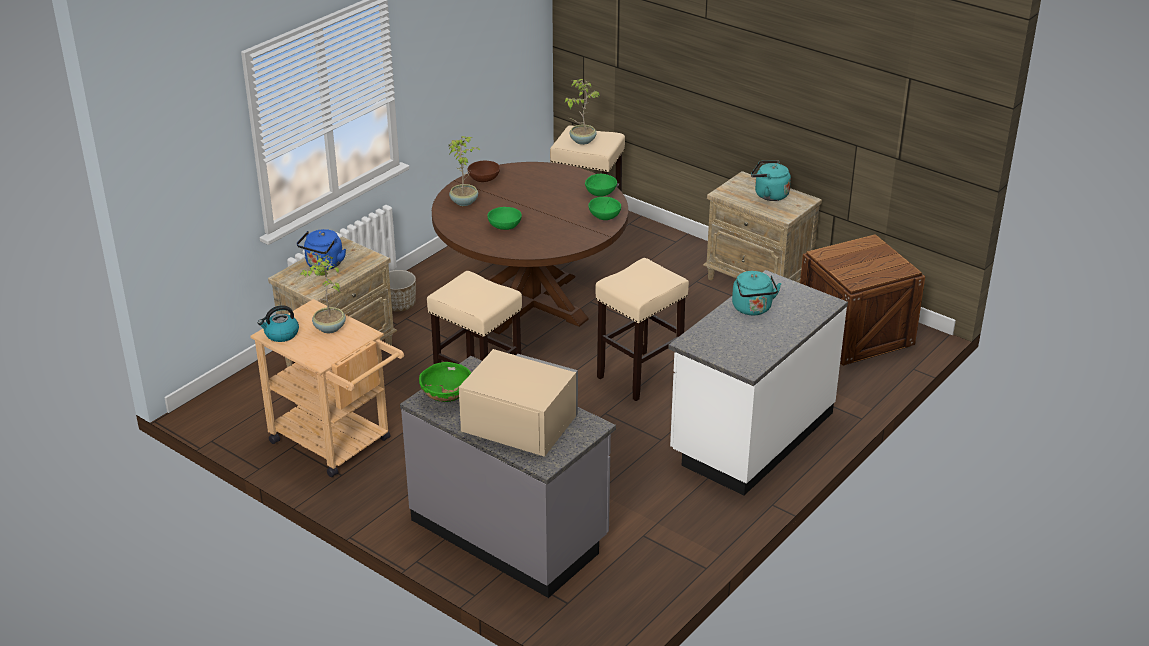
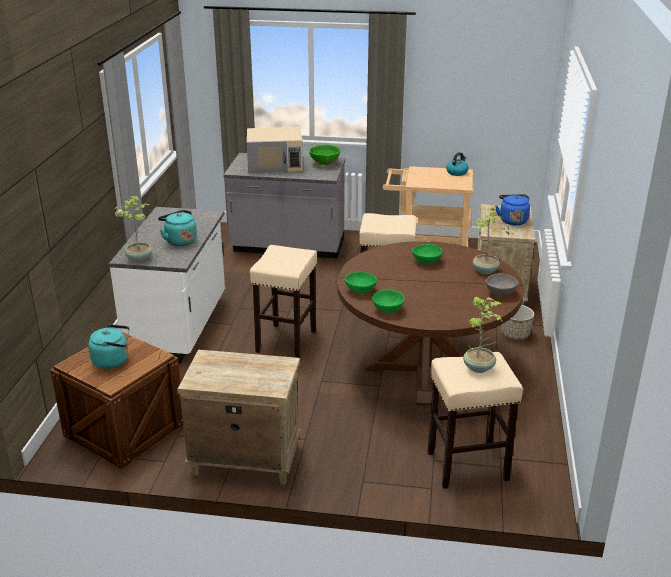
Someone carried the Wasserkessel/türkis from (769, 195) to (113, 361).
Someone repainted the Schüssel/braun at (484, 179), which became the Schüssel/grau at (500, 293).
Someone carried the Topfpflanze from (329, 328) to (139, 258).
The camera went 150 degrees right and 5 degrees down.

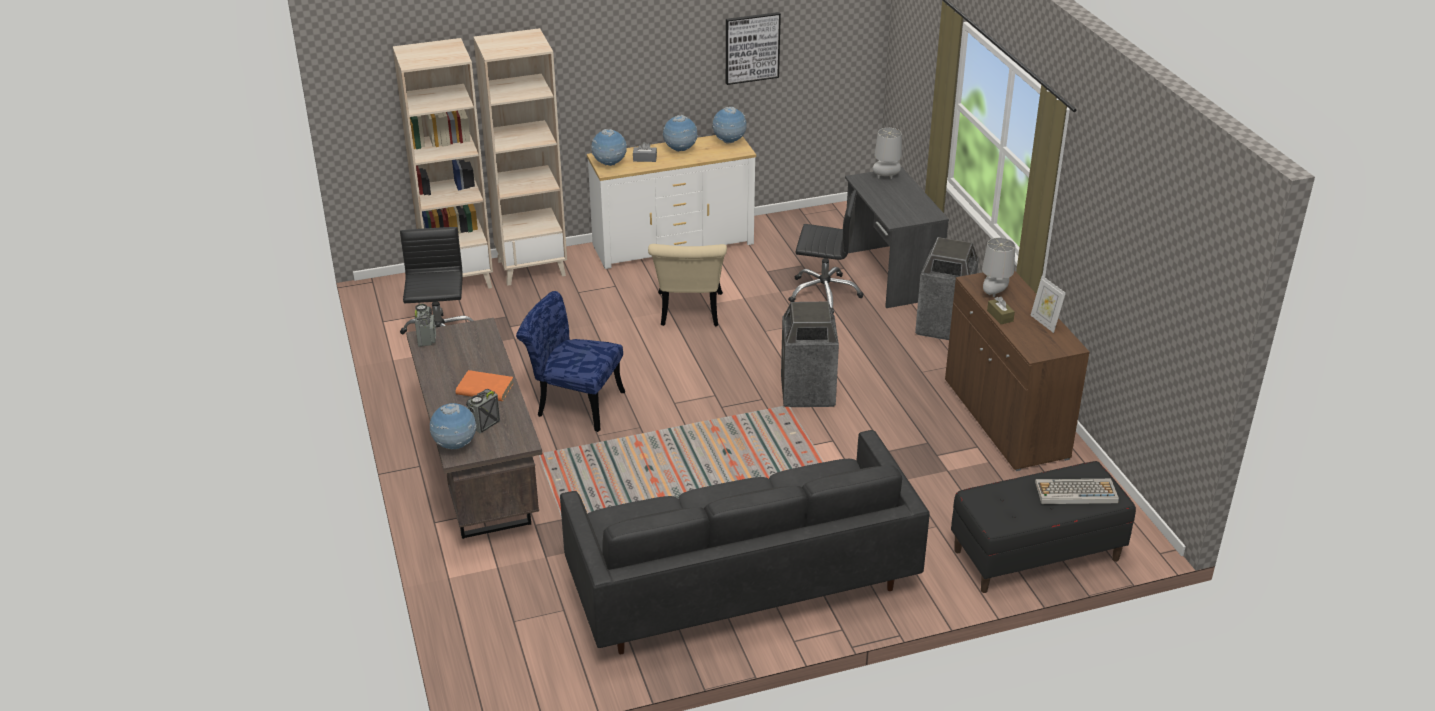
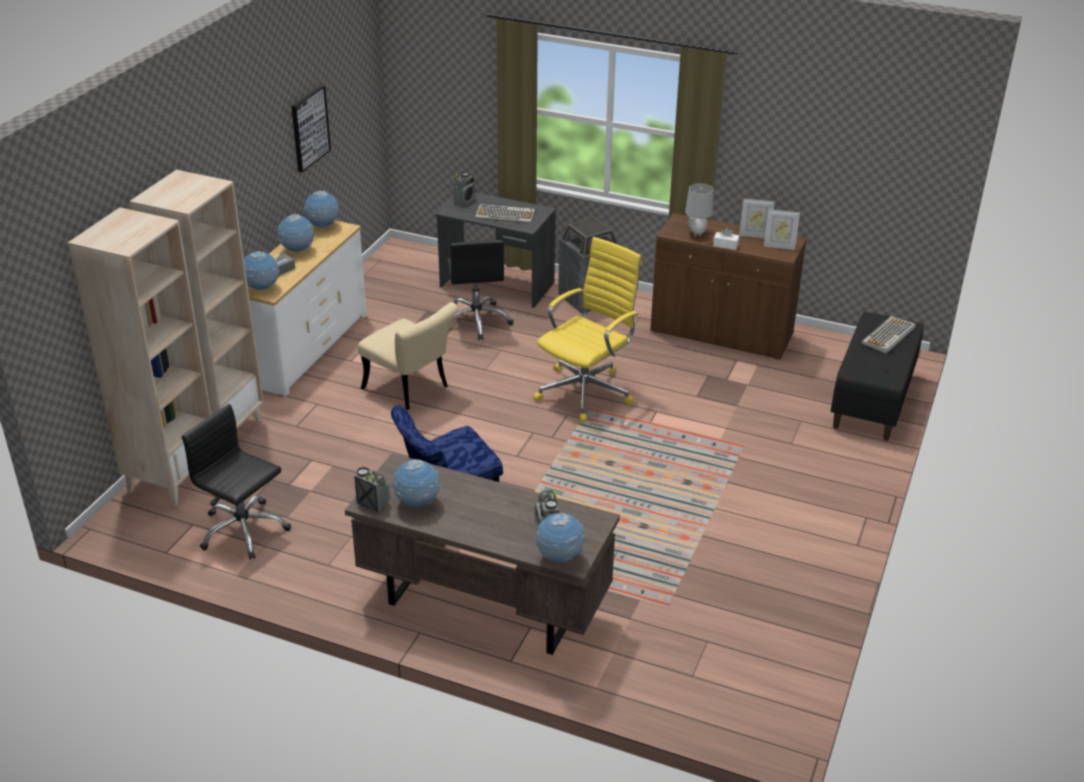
Someone swapped the Tischlampe/grau at (886, 177) for the Radio at (464, 201).
Someone rotated the Bürostuhl/schwarz at (824, 293) by 120 degrees clockwise.
Someone repainted the Taschentuchbox/braun at (1000, 316), which became the Taschentuchbox/weiß at (725, 245).
Someone swapped the Mülleimer at (808, 392) for the Bürostuhl/gelb at (587, 391).
Someone took away the Buch/orange at (484, 389).
Someone took away the Sofa/schwarz at (740, 584).
Someone put down the Tastatur at (506, 215).
Someone put down the Bilderrahmen at (779, 246).
Someone put down the Globus at (417, 503).
The camera went 50 degrees left and 0 degrees up.

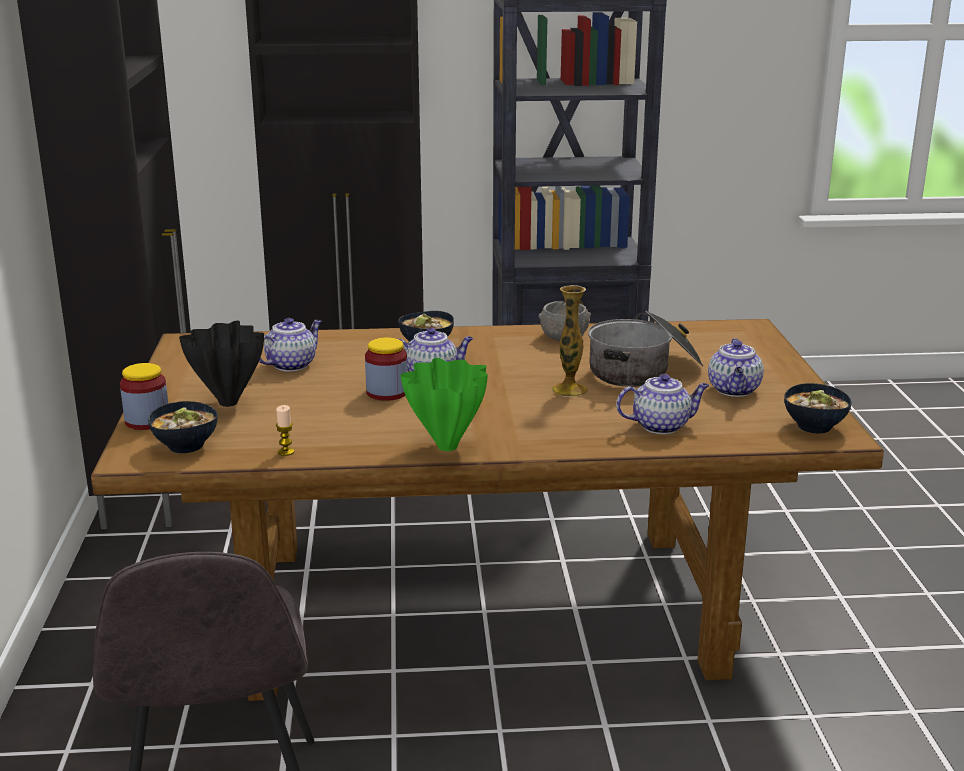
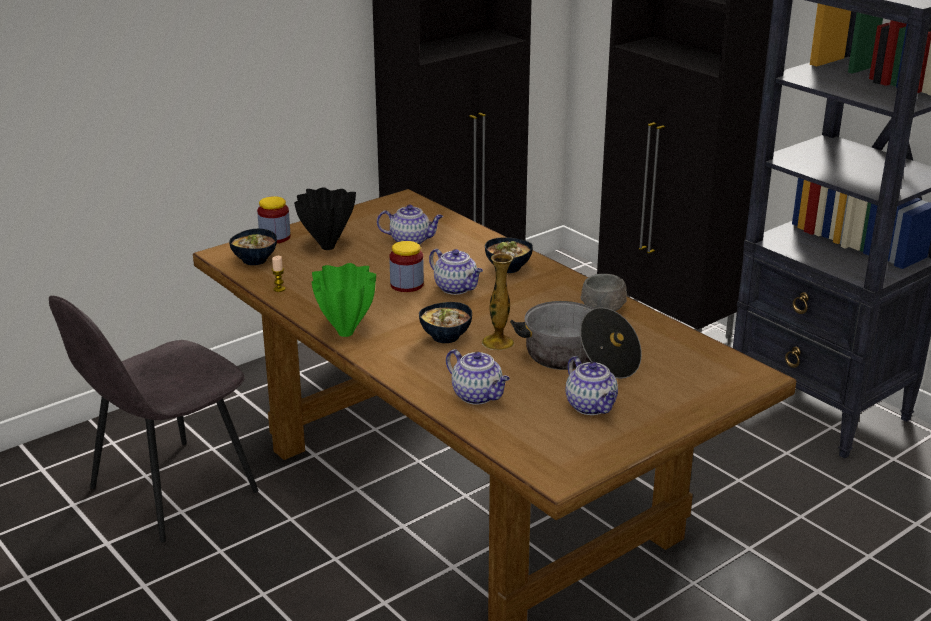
Someone rotated the Teekanne at (734, 390) by 90 degrees counterclockwise.
Someone carried the Schüssel from (815, 426) to (446, 337).
The camera went 55 degrees right and 5 degrees up.

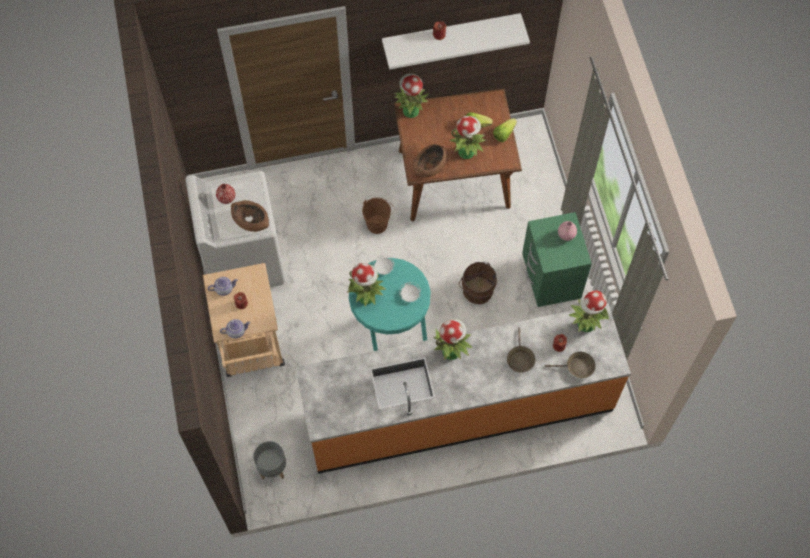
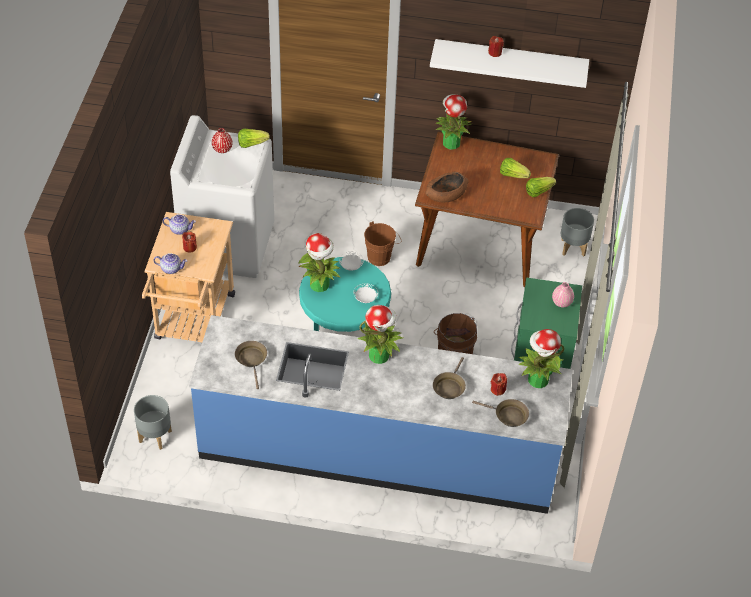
Someone took away the Topfpflanze at (467, 151).
Someone took away the Schüssel/braun at (250, 220).
Someone repainted the Küchenzeile/orange at (458, 409), which became the Küchenzeile/blau at (378, 451).
Someone put down the Salatkopf at (251, 143).
Someone put down the Pflanzkübel/grau at (573, 247).
Someone put down the Pfanne/braun at (252, 360).
The camera went 20 degrees right and 15 degrees down.

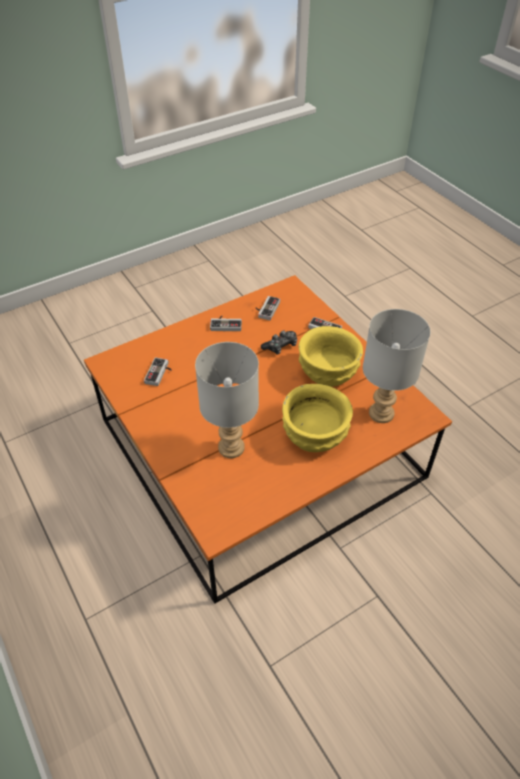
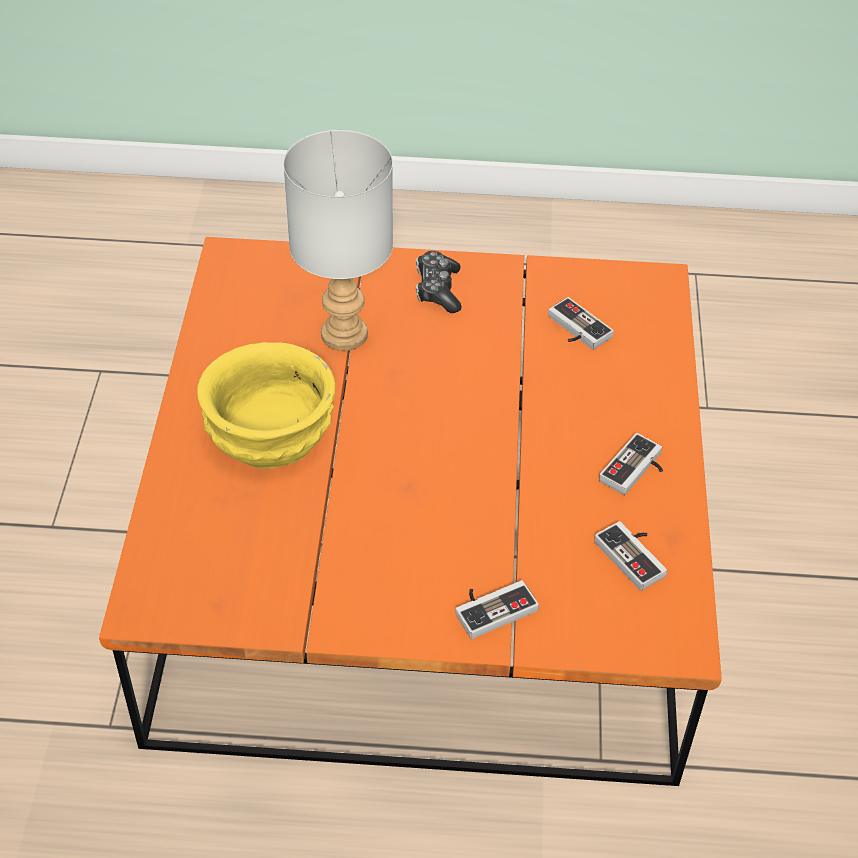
Someone took away the Tischlampe/grau at (381, 414).
Someone took away the Schüssel/gelb at (327, 371).
Someone carried the Gamepad from (280, 346) to (438, 290).
The camera went 125 degrees right and 0 degrees up.

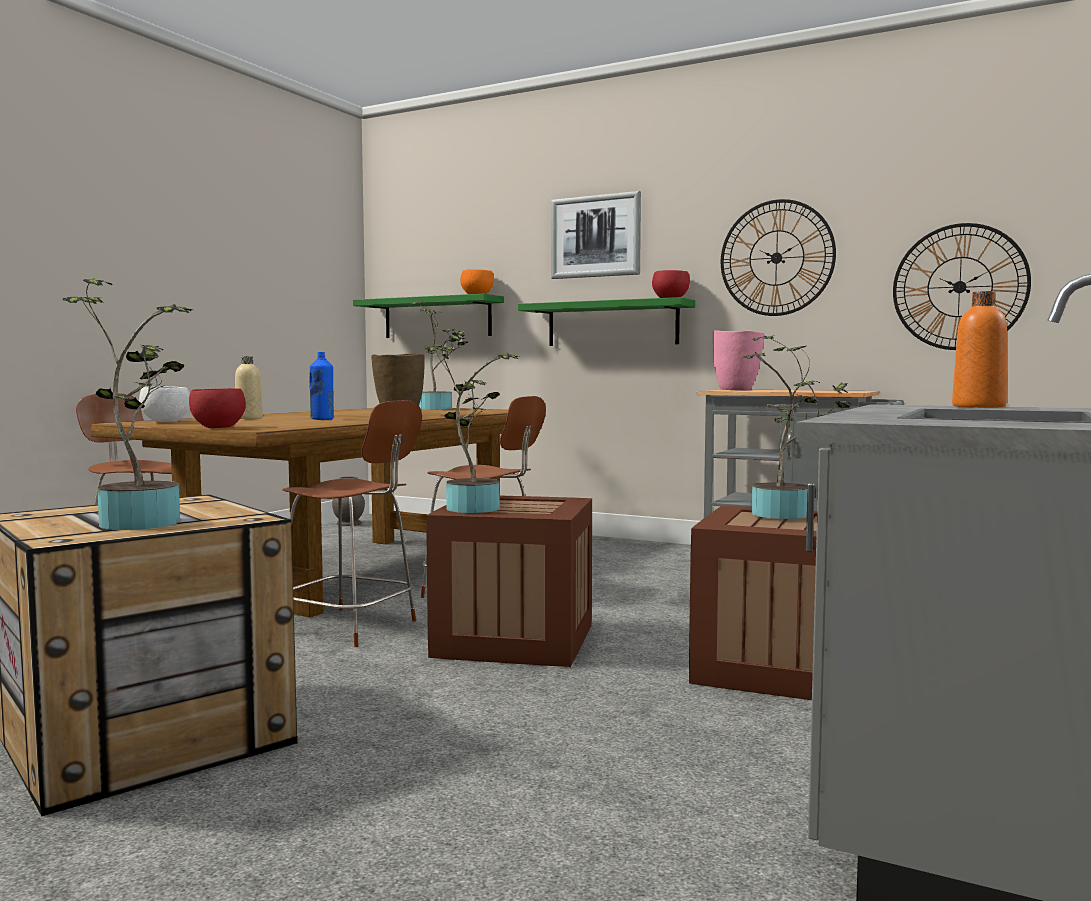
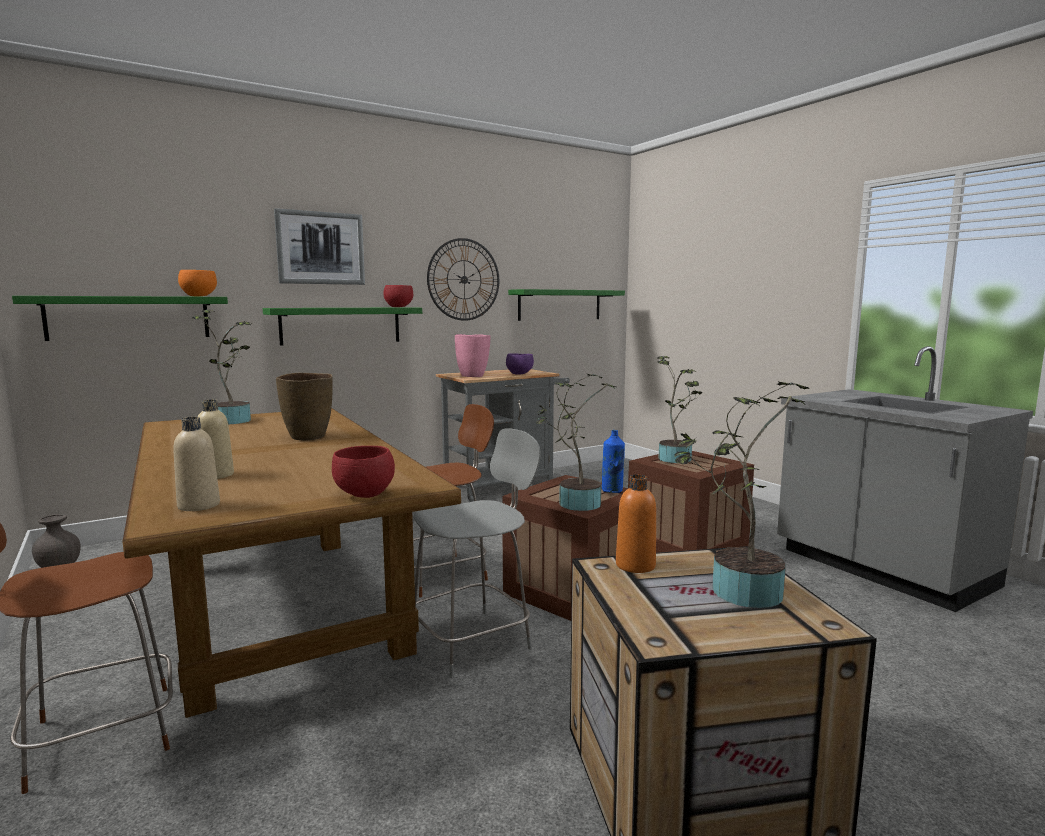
Someone swapped the Wanduhr at (959, 287) for the Wandregal/grün at (560, 305).
Someone carried the Flasche/orange from (978, 406) to (635, 565).
Someone carried the Flasche/blau from (322, 419) to (612, 491).
Someone swapped the Schüssel/weiß at (167, 421) for the Flasche/beige at (199, 506).
Someone repainted the Stuhl/braun at (352, 628), which became the Stuhl/grau at (474, 641).
Someone put down the Schüssel/lila at (519, 374).
The camera went 60 degrees left and 5 degrees up.

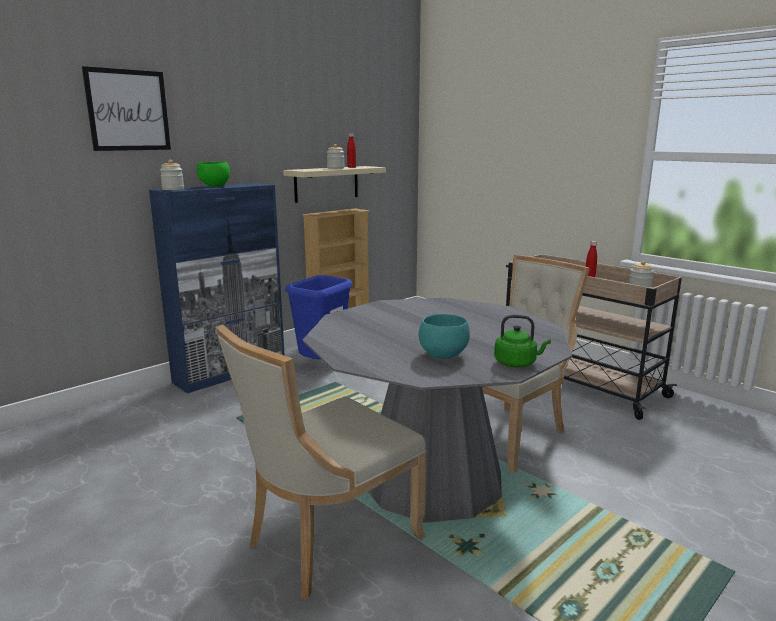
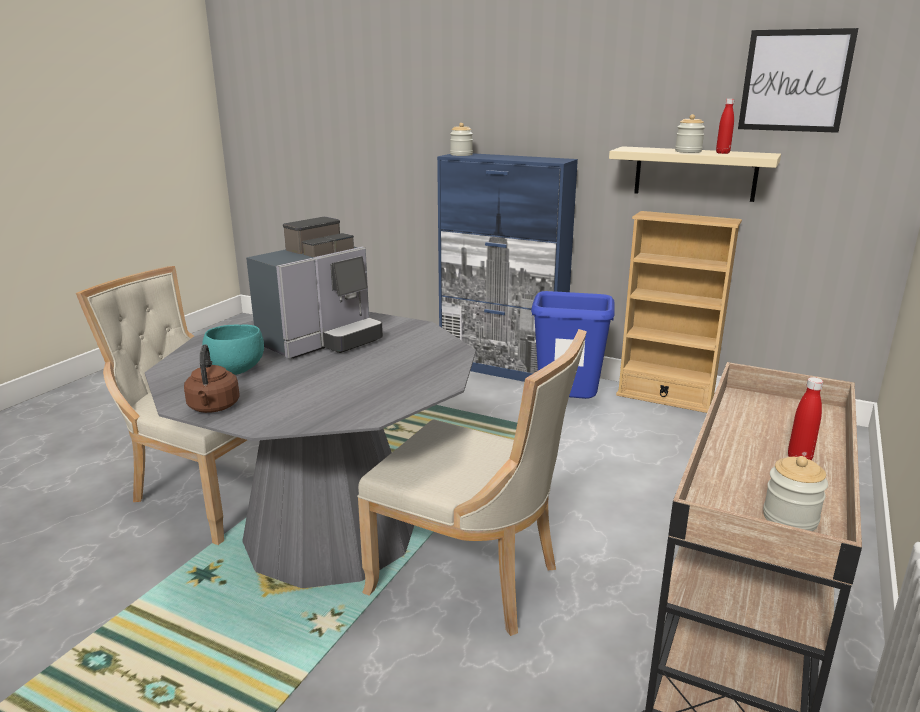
Someone carried the Bild from (128, 110) to (795, 81).
Someone took away the Schüssel/grün at (215, 186).
Someone repainted the Wasserkessel/grün at (517, 363), which became the Wasserkessel/braun at (213, 407).
Someone put down the Kaffeemaschine at (322, 341).
The camera went 70 degrees right and 5 degrees up.

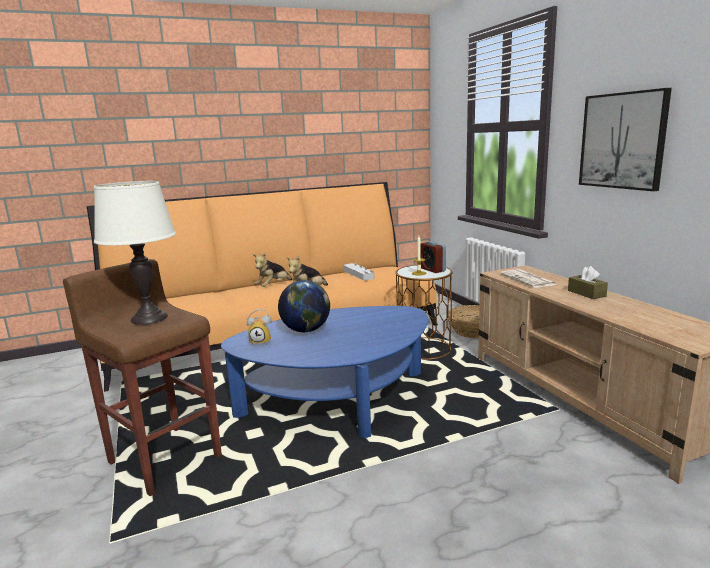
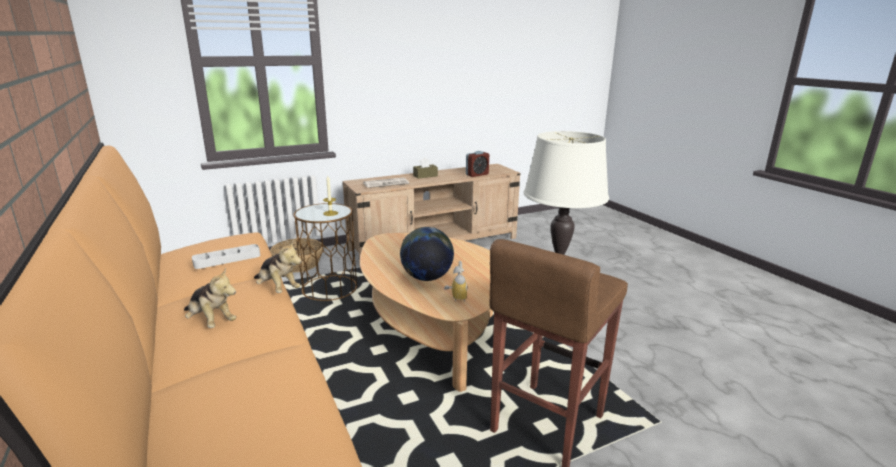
Someone took away the Bild at (622, 141).
Someone carried the Wecker from (432, 270) to (477, 174).
Someone repainted the Couchtisch/blau at (338, 401), which became the Couchtisch/beige at (431, 330).
The camera went 95 degrees left and 5 degrees up.

